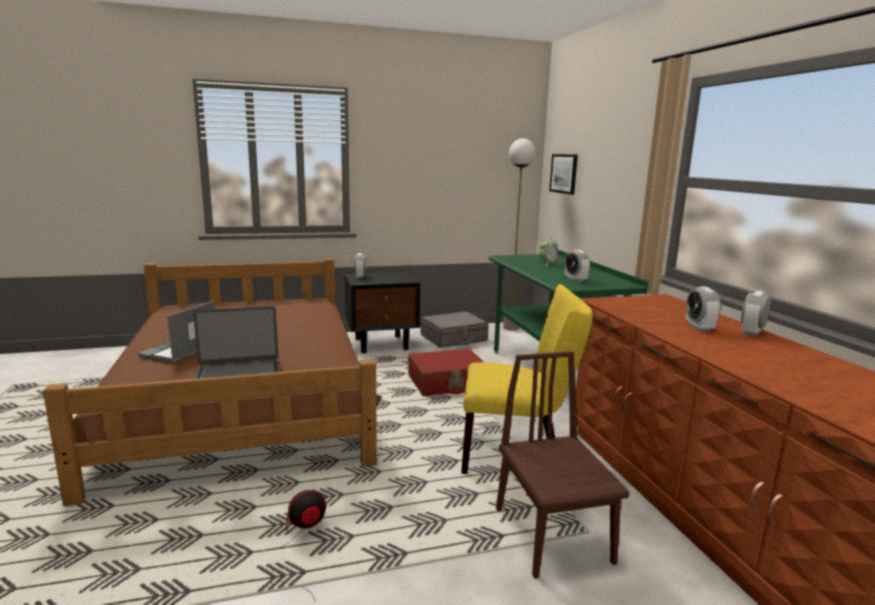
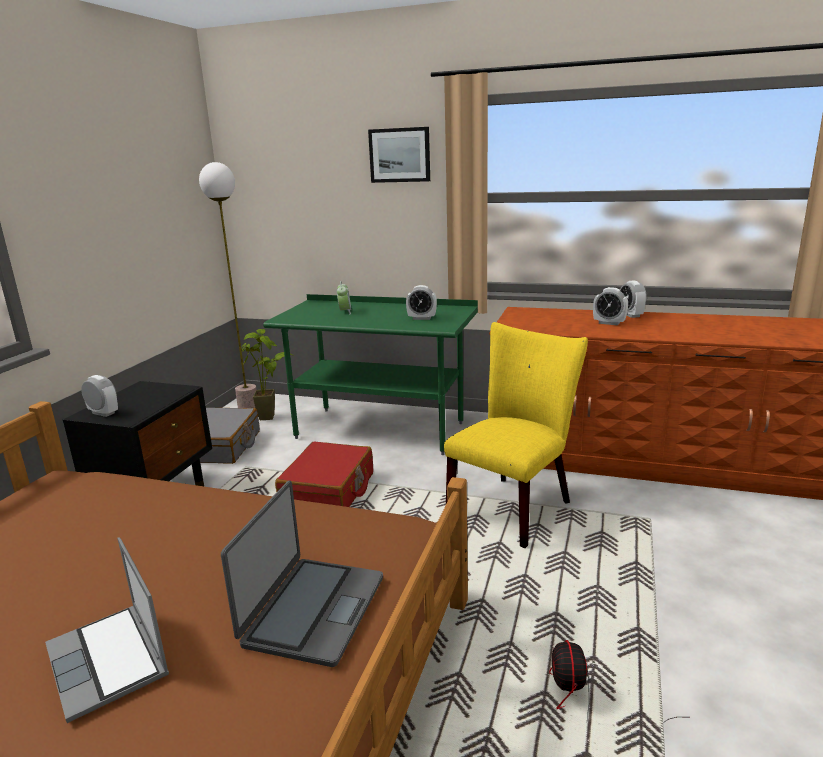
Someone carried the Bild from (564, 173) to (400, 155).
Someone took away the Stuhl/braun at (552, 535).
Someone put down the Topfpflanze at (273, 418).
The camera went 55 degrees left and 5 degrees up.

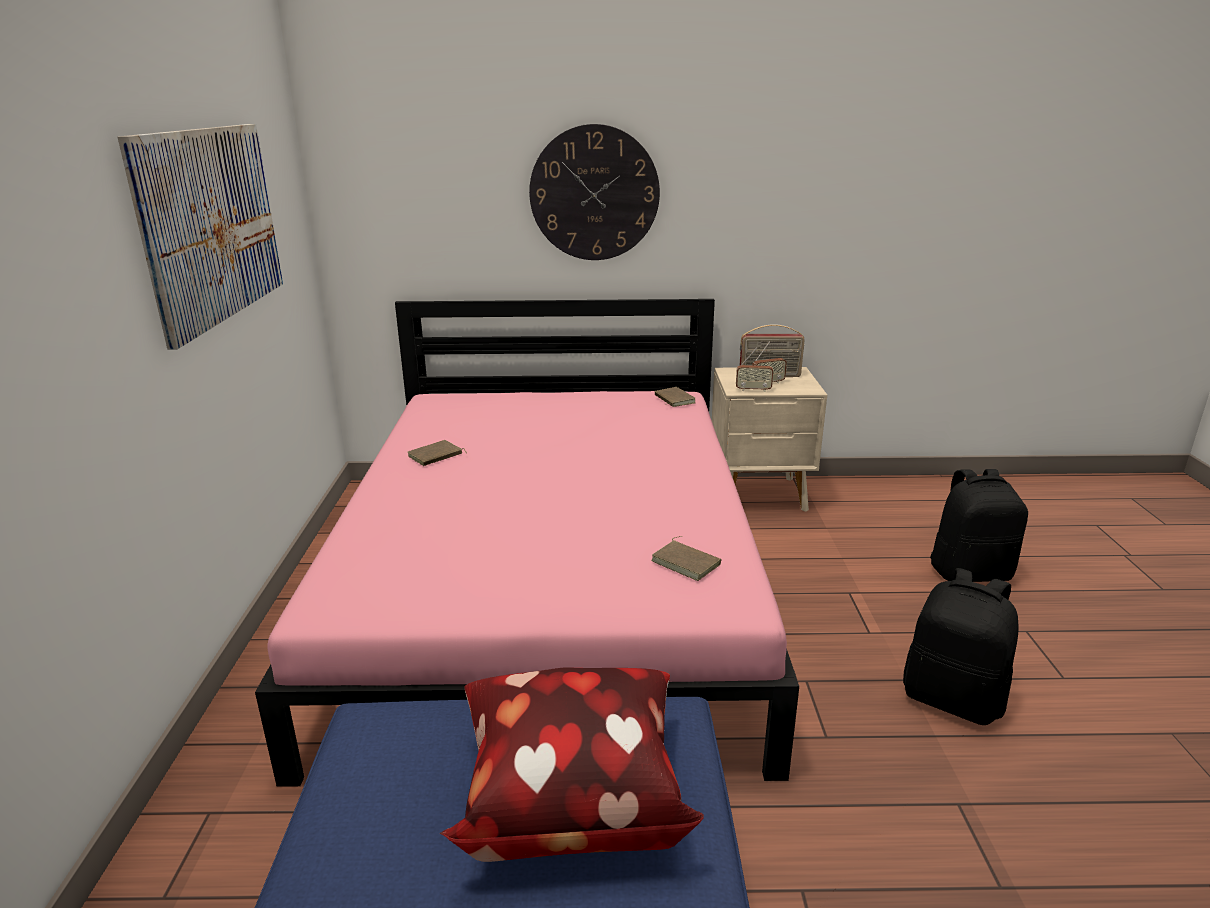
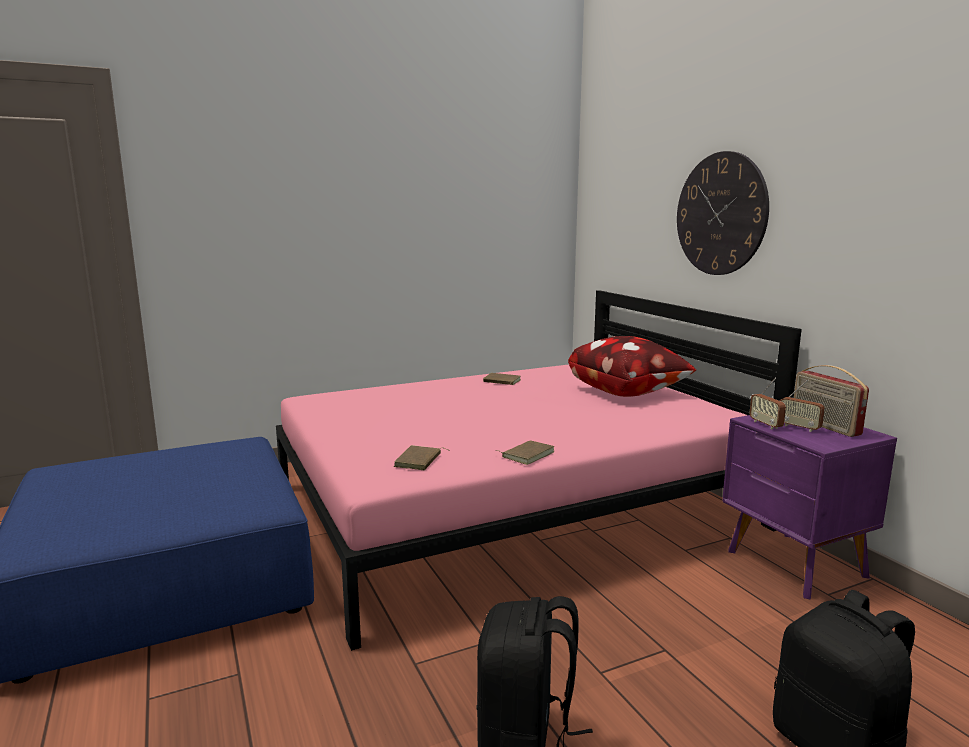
Someone took away the Bild at (211, 224).
Someone repainted the Nachttisch/beige at (760, 495), which became the Nachttisch/lila at (795, 565).
Someone carried the Buch/braun from (673, 399) to (527, 454).
Someone carried the Kissen from (570, 798) to (627, 392).
The camera went 65 degrees right and 10 degrees down.

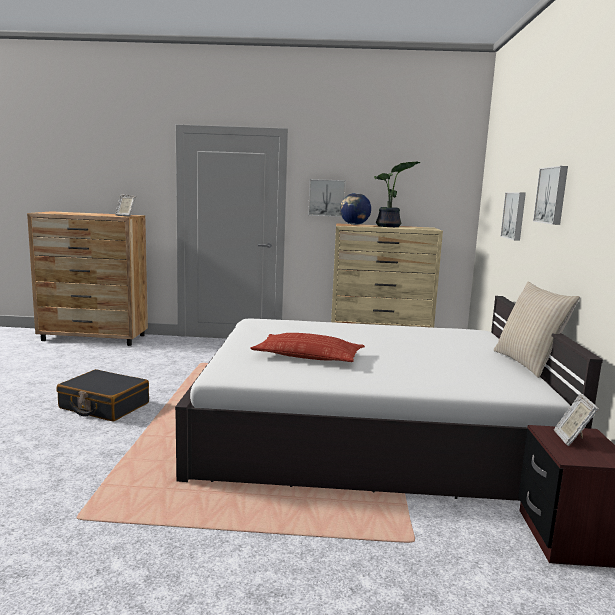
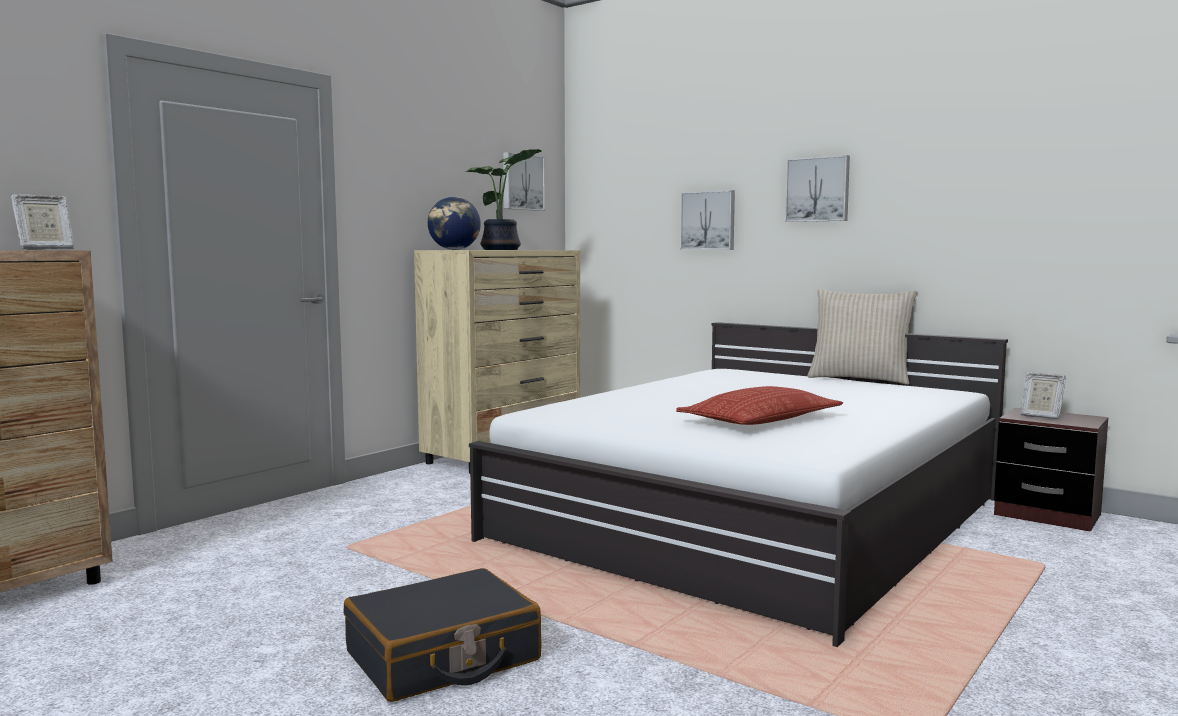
Someone carried the Bild from (326, 198) to (522, 182).
The camera went 55 degrees left and 5 degrees down.

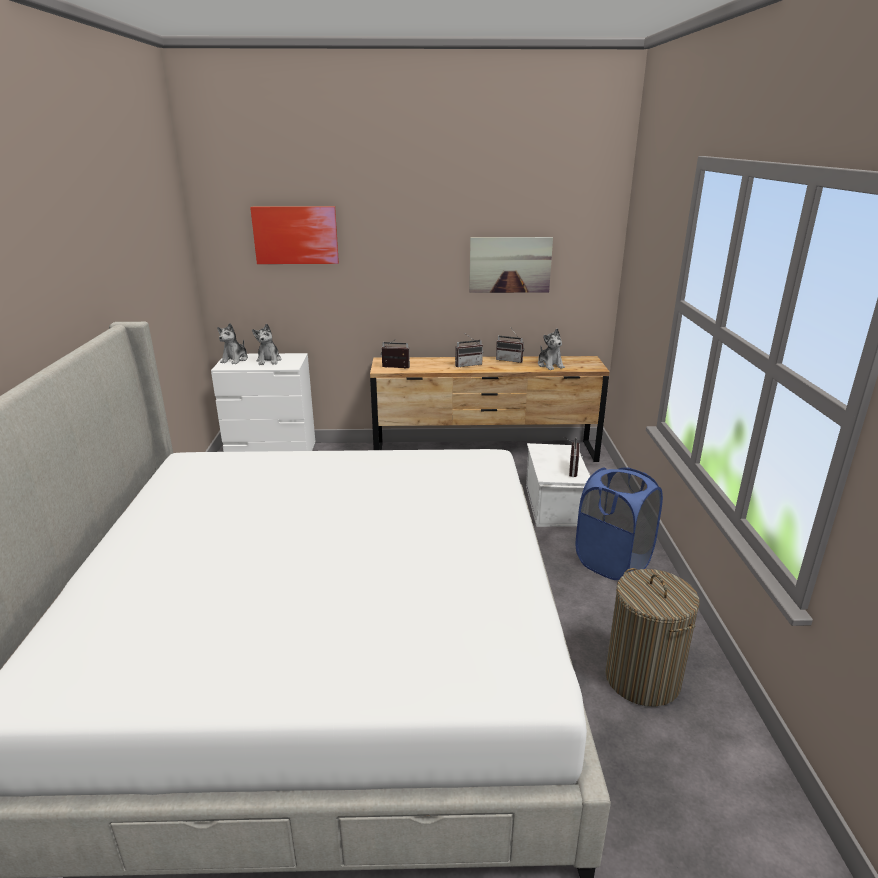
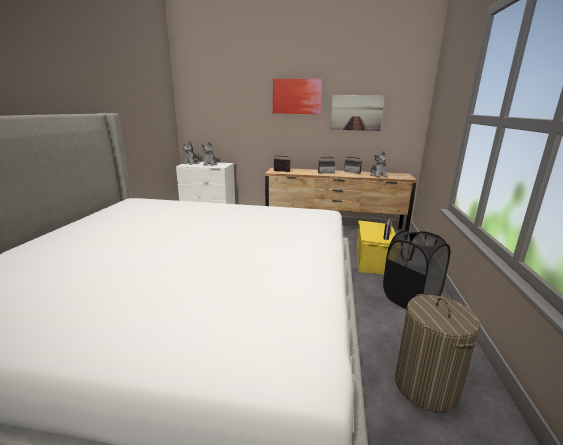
Someone carried the Bild from (295, 235) to (297, 96).
Someone repainted the Aufbewahrungsbox/weiß at (555, 504), which became the Aufbewahrungsbox/gelb at (374, 261).
Someone repainted the Wäschekorb/blau at (613, 562), which became the Wäschekorb/schwarz at (410, 299).
The camera went 10 degrees right and 5 degrees down.

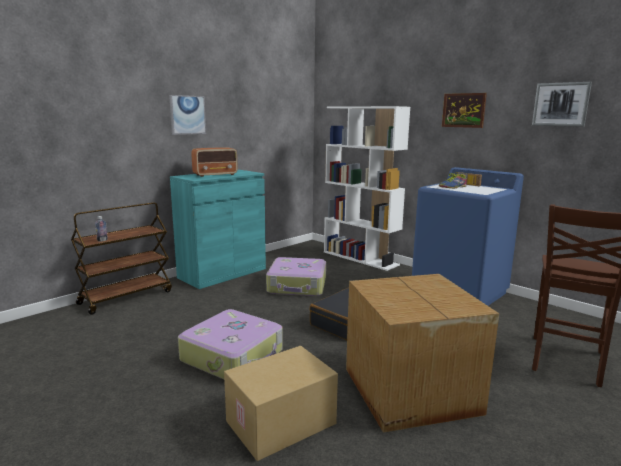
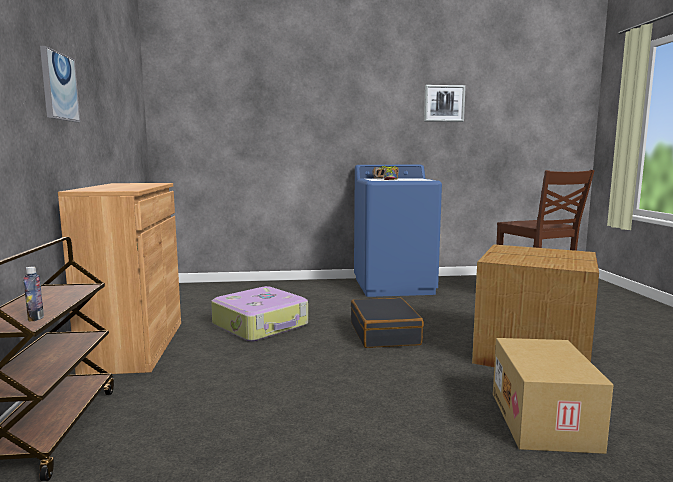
Someone took away the Bild at (463, 110).
Someone took away the Bücherregal/weiß at (361, 258).
Someone took away the Radio at (215, 175).
Someone repainted the Schrank/türkis at (222, 273), which became the Schrank/braun at (135, 346).
Someone took away the Koffer at (233, 356).
The camera went 50 degrees left and 5 degrees down.

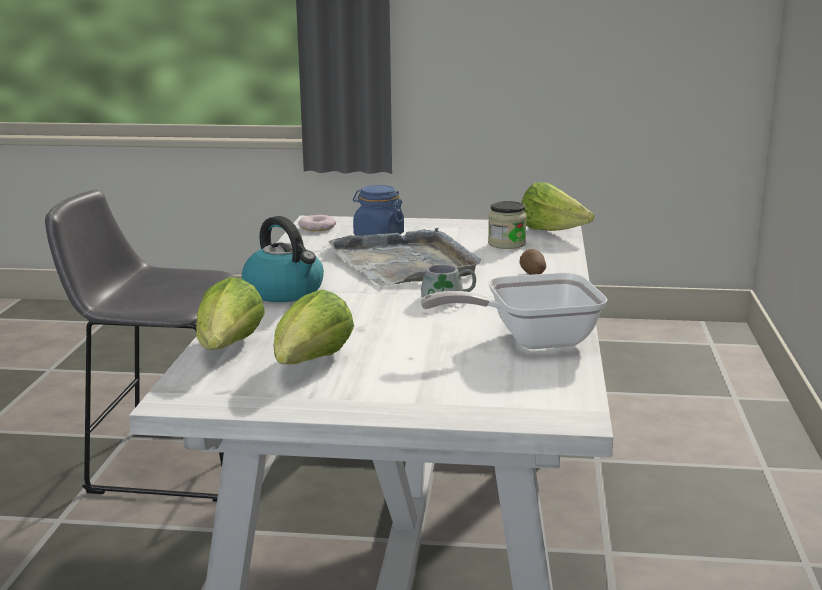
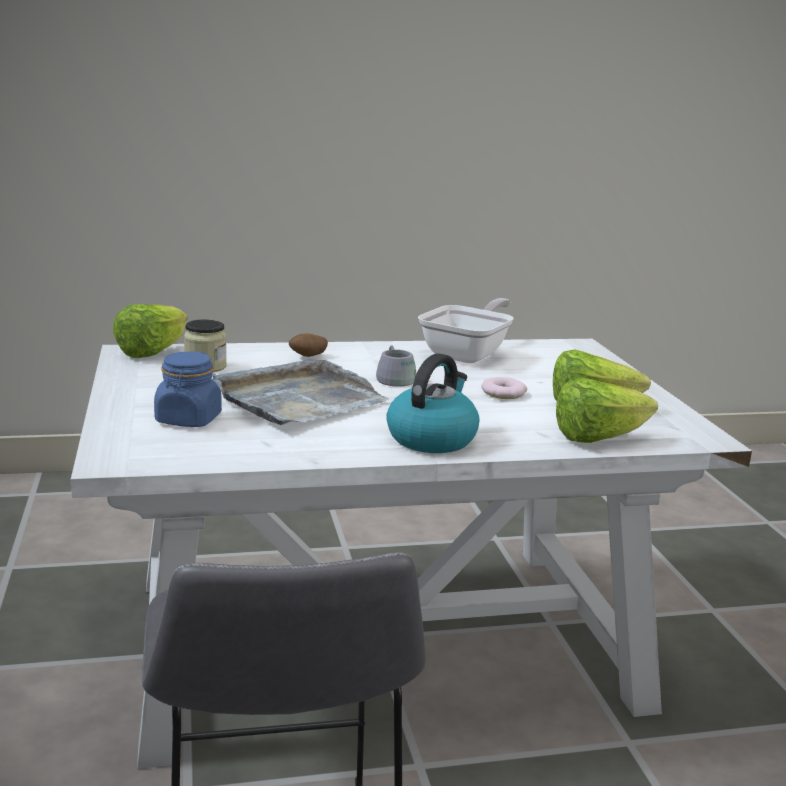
Someone carried the Donut from (317, 227) to (503, 393).
Someone rotated the Pfanne at (530, 340) by 120 degrees counterclockwise.
The camera went 110 degrees left and 0 degrees up.

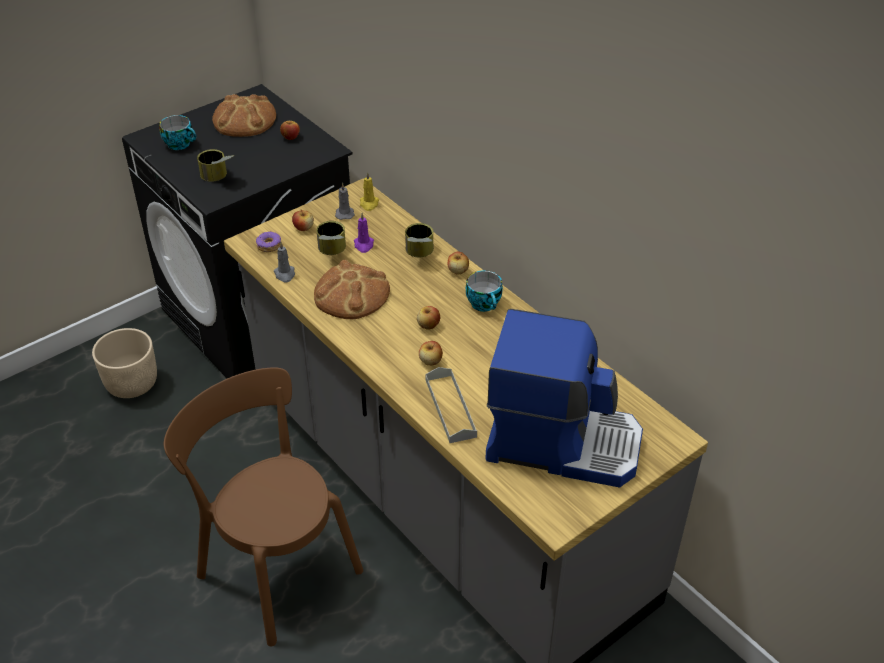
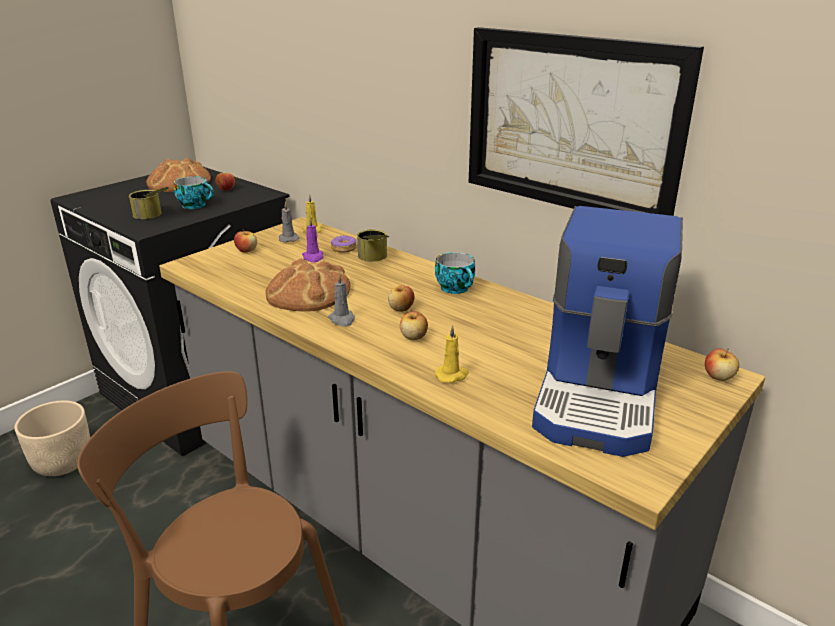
Someone carried the Tasse from (180, 144) to (196, 205).
Someone took away the Dose at (332, 252).
Someone carried the Donut from (269, 246) to (343, 248).
Someone carried the Kerze/grau from (285, 274) to (342, 320).
Someone carried the Apfel from (458, 271) to (718, 377).
Someone rotated the Kaffeemaschine at (562, 442) by 105 degrees clockwise.
Someone swapped the Tablett/grau at (450, 408) for the Kerze/gelb at (452, 375).
Someone put up the Bild at (571, 123).
The camera went 10 degrees left and 15 degrees down.

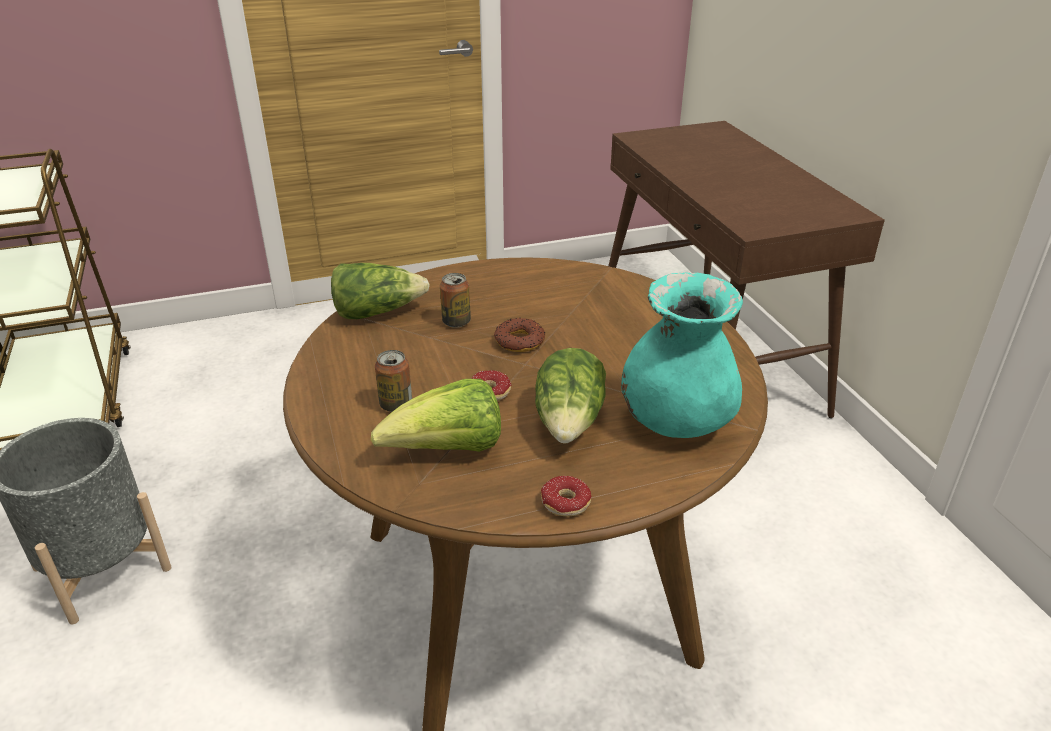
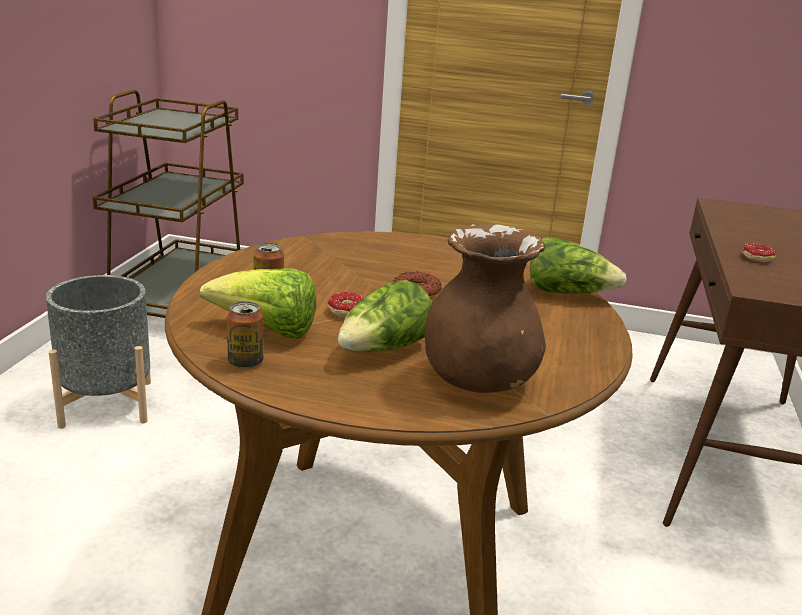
Someone carried the Salatkopf from (377, 312) to (568, 293).
Someone repainted the Vase/türkis at (676, 421), which became the Vase/braun at (478, 382).
Someone carried the Dose from (456, 322) to (245, 362).
Someone carried the Donut from (562, 509) to (754, 259).
The camera went 30 degrees right and 10 degrees down.

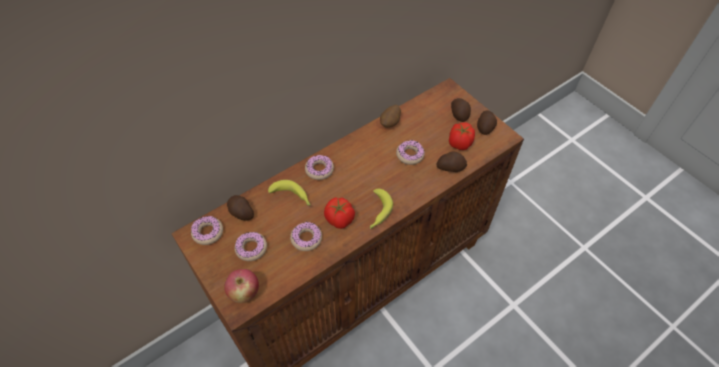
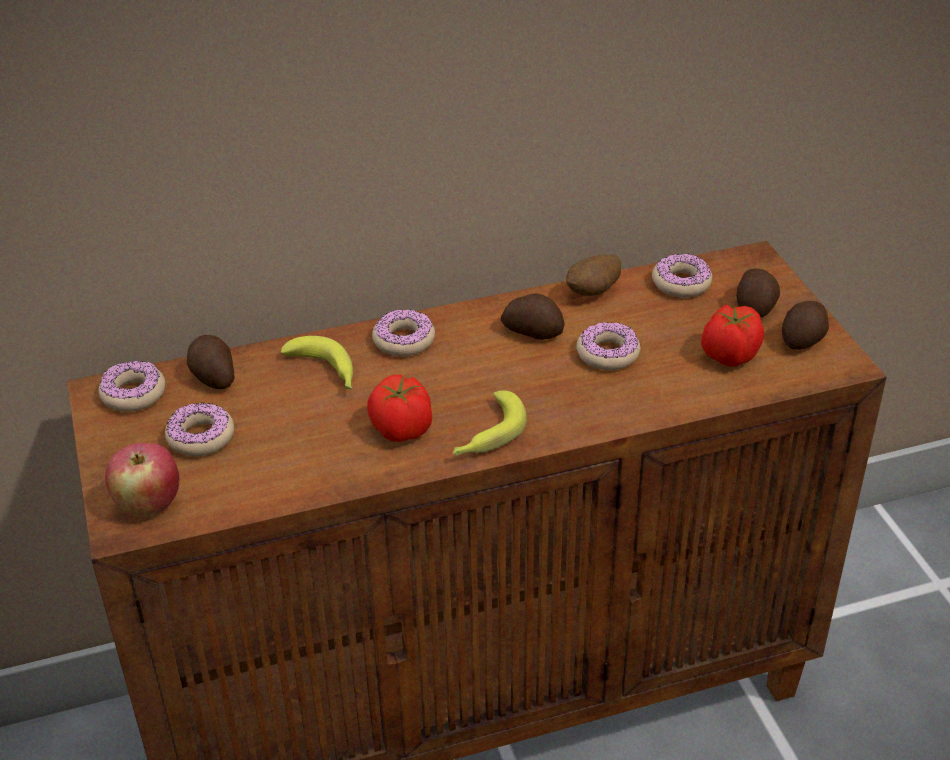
Someone carried the Kartoffel from (450, 167) to (533, 331).
Someone carried the Donut from (306, 238) to (681, 283).
The camera went 20 degrees right and 15 degrees down.

